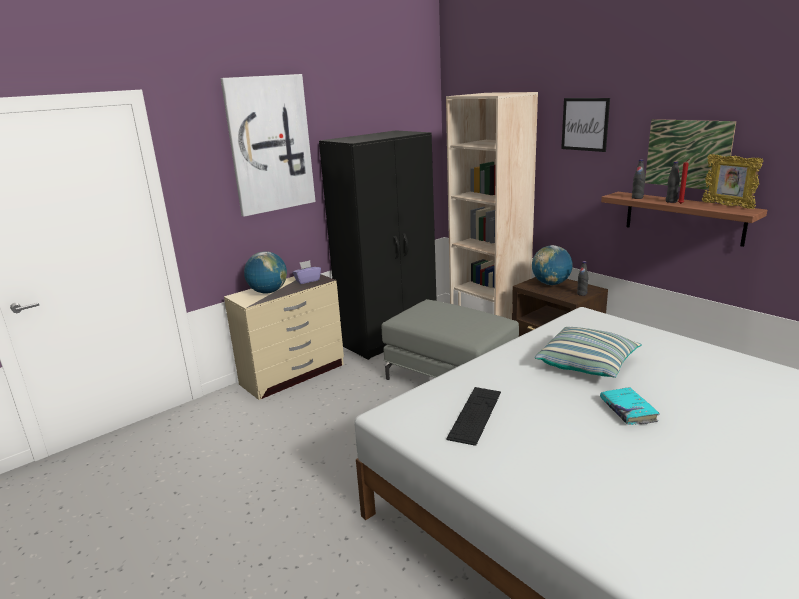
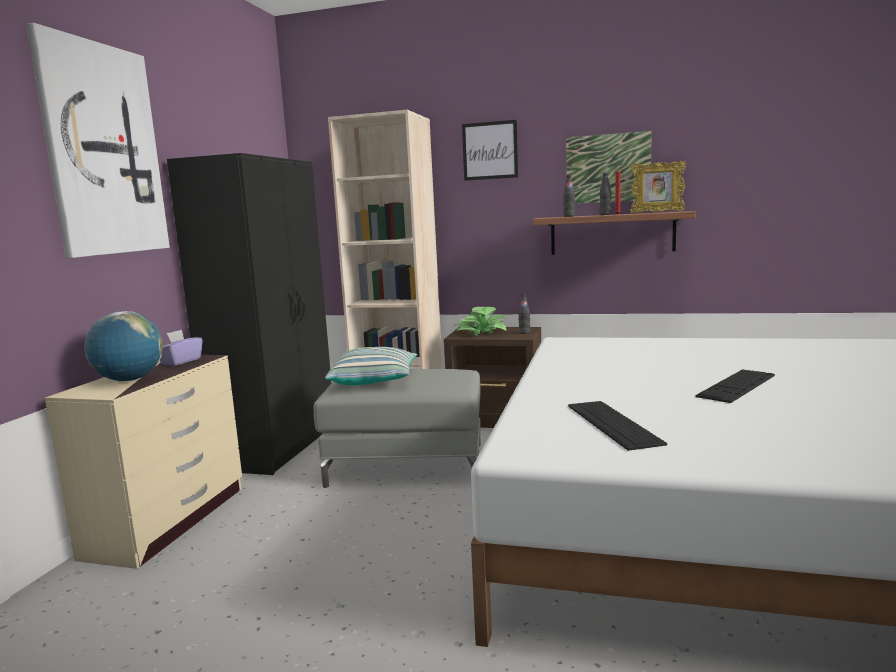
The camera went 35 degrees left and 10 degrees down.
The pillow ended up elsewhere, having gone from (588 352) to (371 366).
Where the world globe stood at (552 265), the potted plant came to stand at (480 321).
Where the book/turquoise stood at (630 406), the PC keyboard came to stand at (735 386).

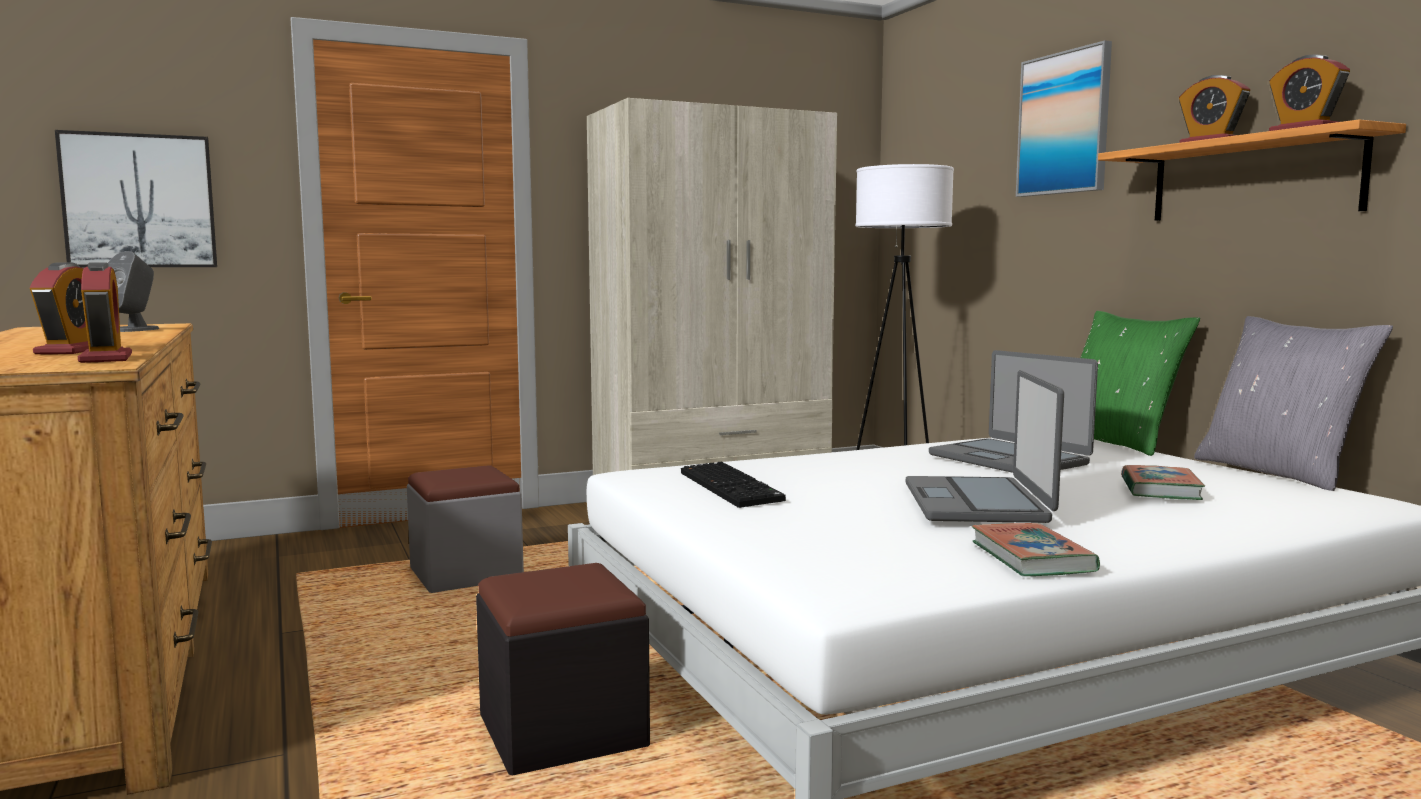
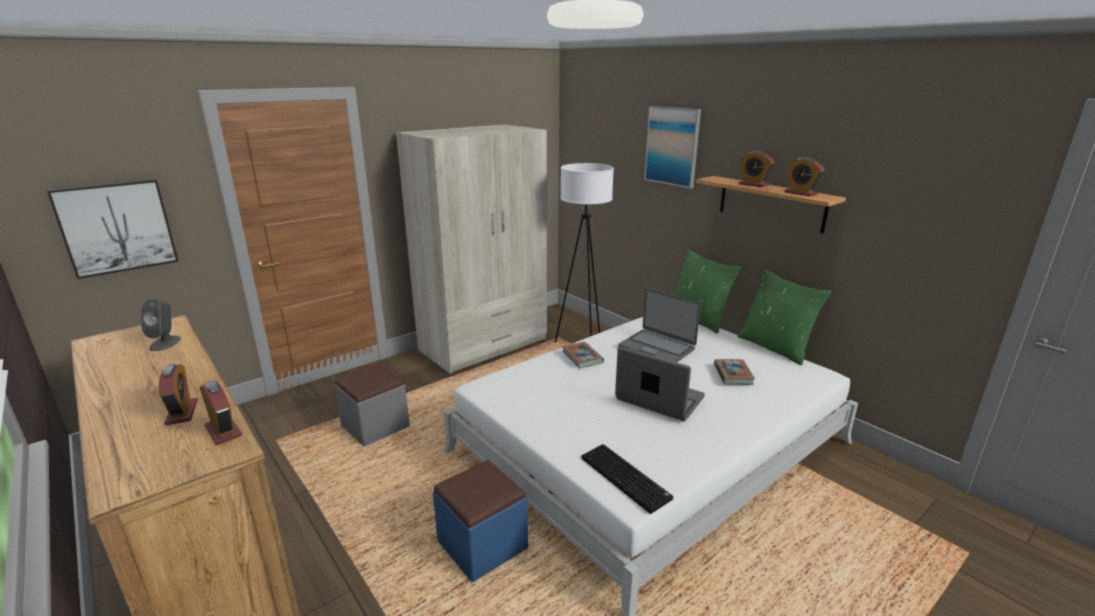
The camera went 15 degrees left and 15 degrees up.
What was the pouffe/black at (563 669) turned into the pouffe/bluish at (480 521).
The book ended up elsewhere, having gone from (1036 549) to (583 355).
The PC keyboard ended up elsewhere, having gone from (733 484) to (627 479).
The laptop at (985 446) ended up facing another way, 135 degrees clockwise from before.
What was the pillow/grey at (1293 403) turned into the pillow/greenish at (784 317).

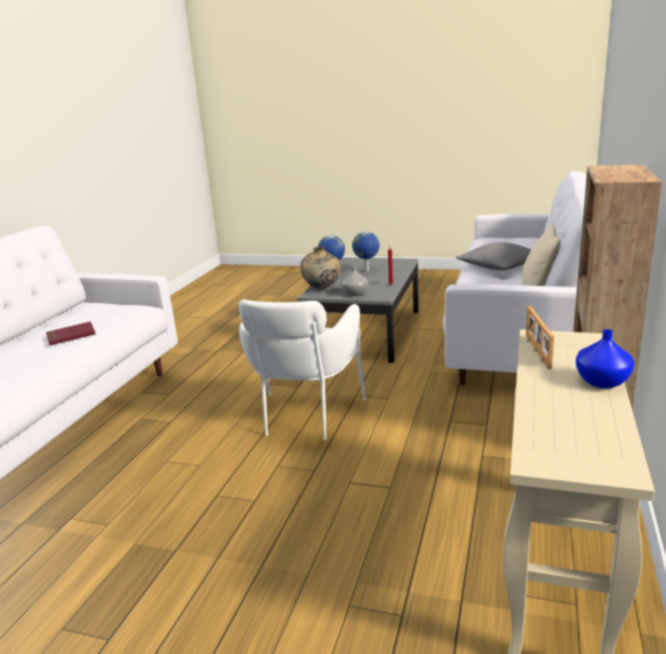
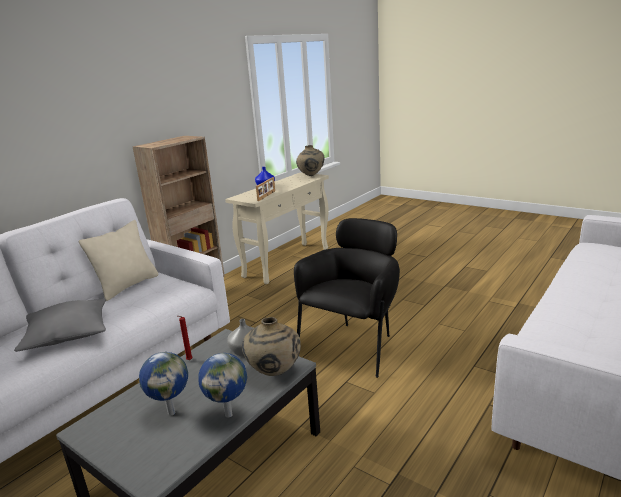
The camera went 160 degrees left and 0 degrees up.
What was the lounge chair/white-coloured at (302 370) turned into the lounge chair/black at (347 298).
The second view gained the vase/beige-coloured at (310 160).
The second view lost the book/red at (71 333).

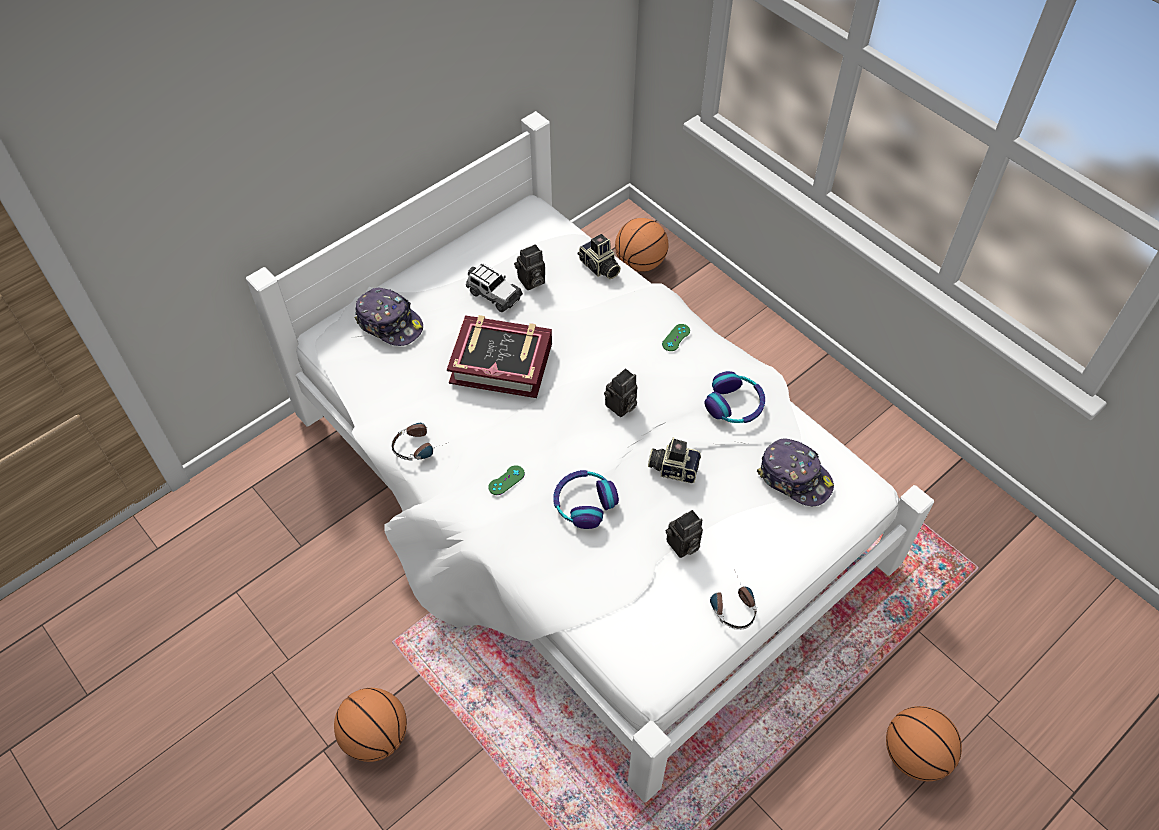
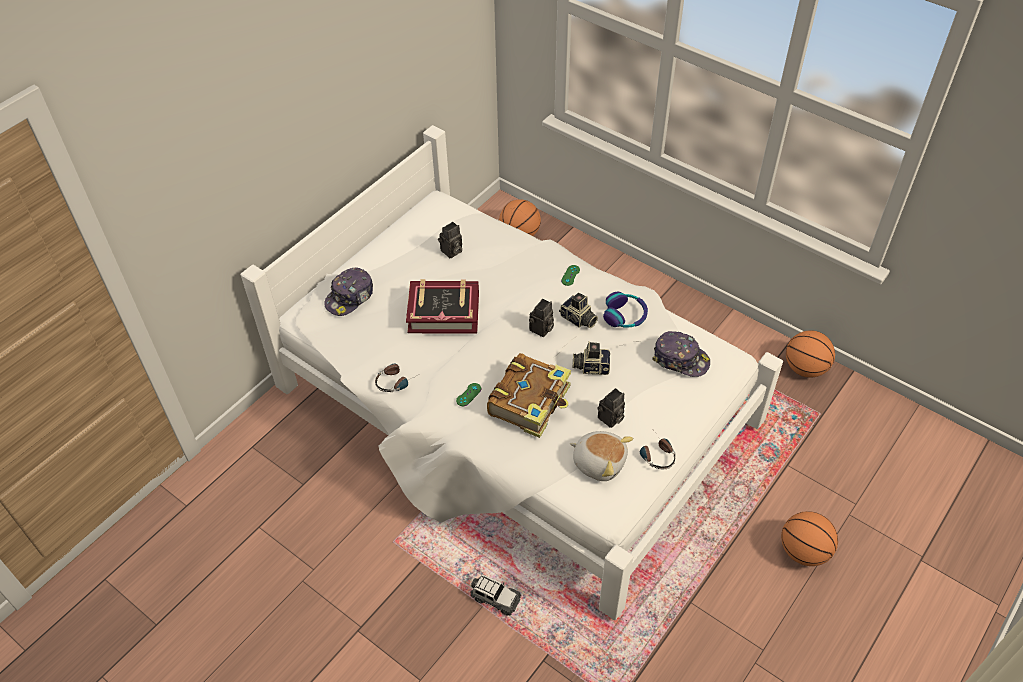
The camera went 10 degrees left and 5 degrees down.
The baseball cap at (389 317) ended up facing another way, 105 degrees clockwise from before.
The toy car ended up elsewhere, having gone from (494 287) to (495 595).
Where the headset stood at (586 499), the book came to stand at (529 395).
The photo camera ended up elsewhere, having gone from (599 256) to (578 310).
The second view gained the plush toy at (601 456).
The basketball ended up elsewhere, having gone from (370 725) to (810 354).

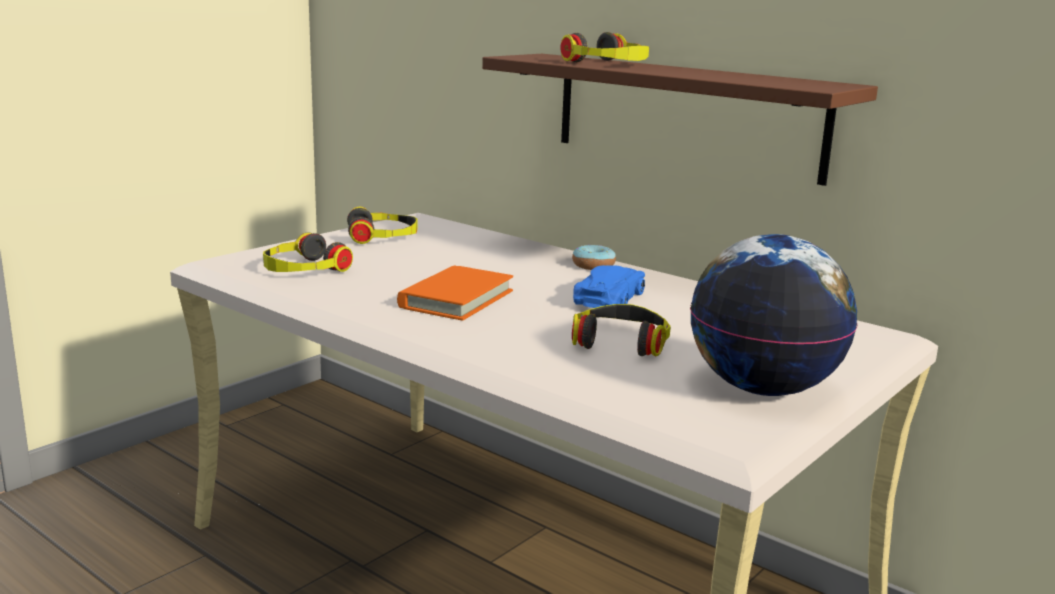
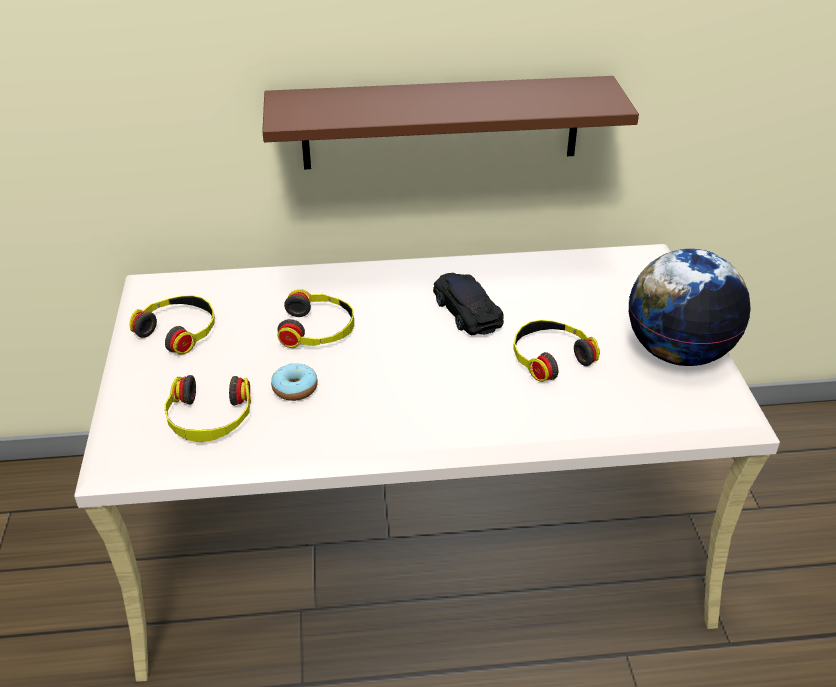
The camera went 45 degrees left and 20 degrees up.
The doughnut ended up elsewhere, having gone from (594 257) to (294 382).
The headset ended up elsewhere, having gone from (604 47) to (315 318).
What was the toy car/bluish at (609 286) turned into the toy car/black at (468 304).
The second view lost the book/orange-coloured at (455 293).

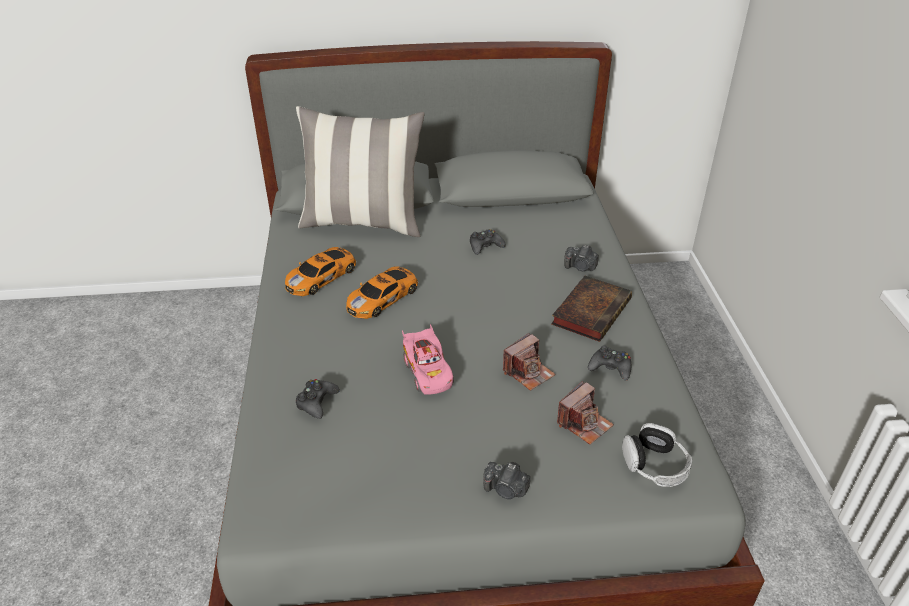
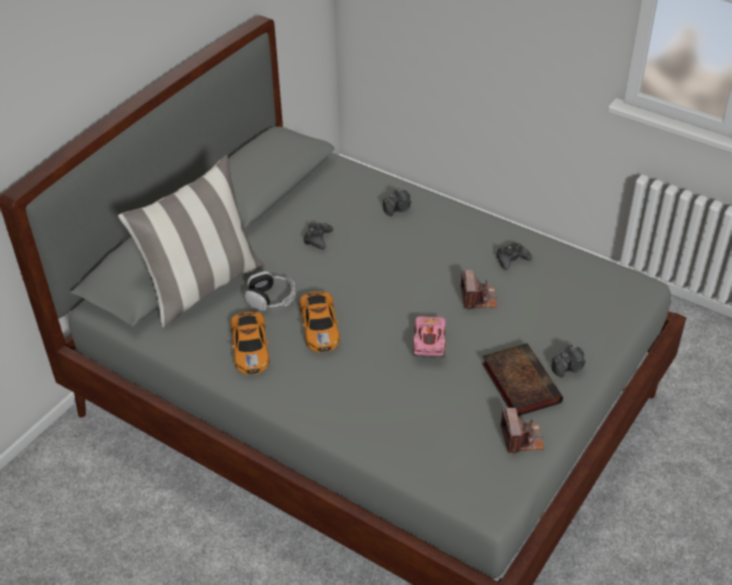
The camera went 50 degrees left and 5 degrees up.
The headset ended up elsewhere, having gone from (657 455) to (270 291).
The toy car/pink at (428 359) ended up facing another way, 105 degrees counterclockwise from before.
The book ended up elsewhere, having gone from (591 309) to (522 379).
The photo camera ended up elsewhere, having gone from (585 413) to (522 431).
The second view lost the joypad/black at (318 399).

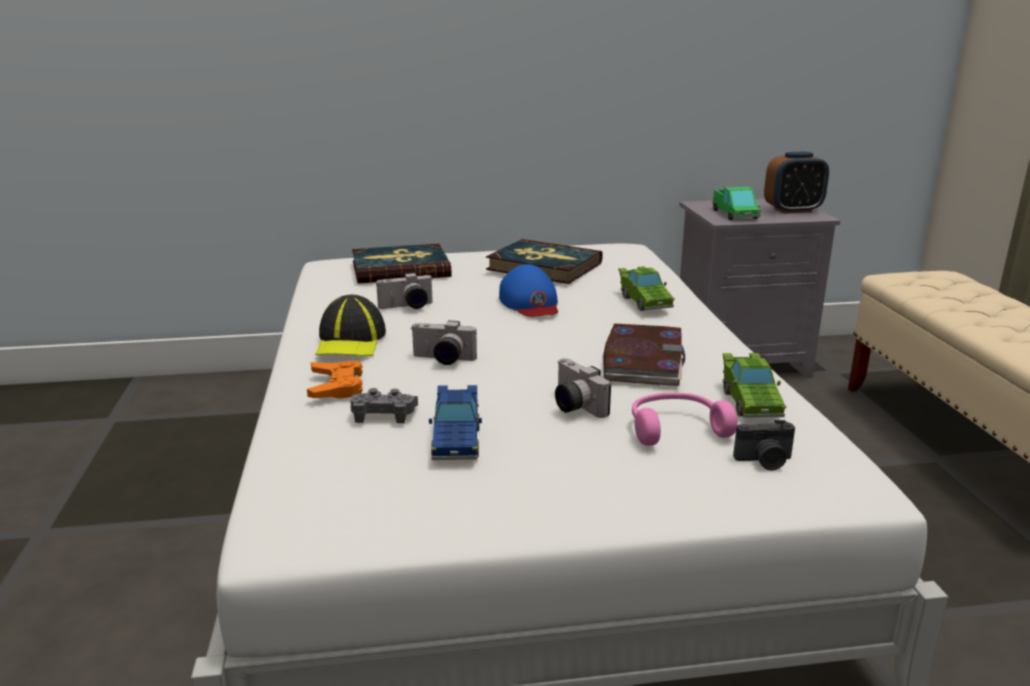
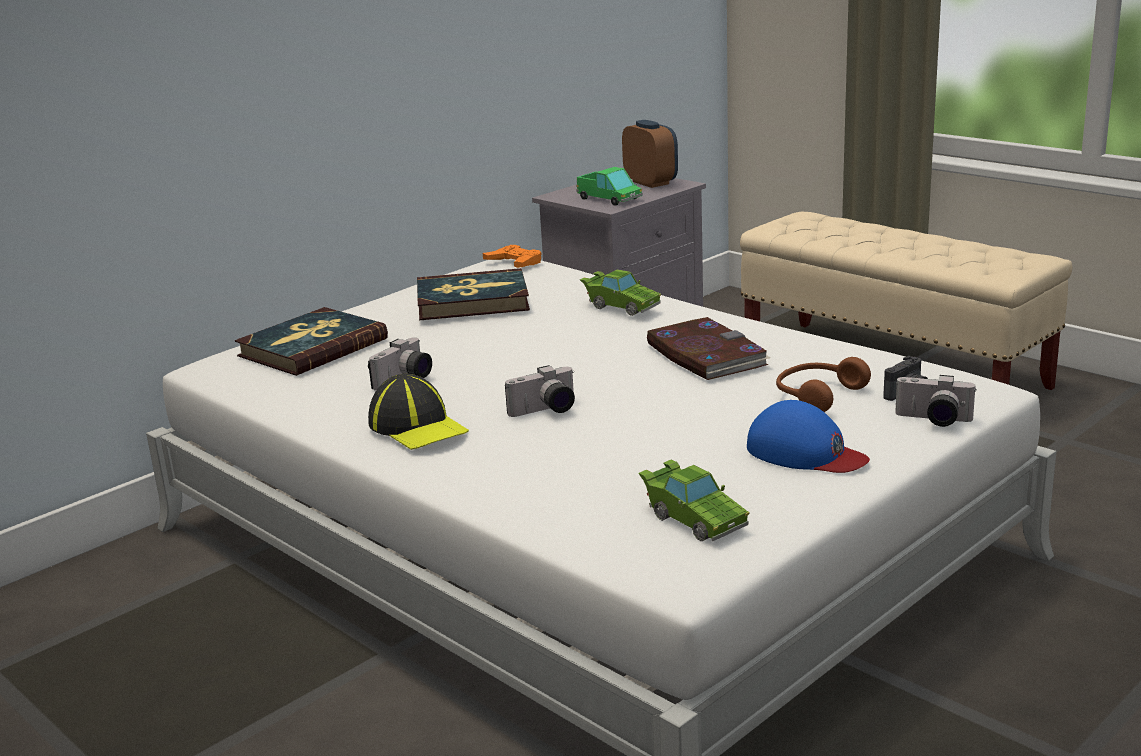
The camera went 35 degrees left and 0 degrees up.
The joypad/orange-coloured ended up elsewhere, having gone from (335 379) to (512 256).
The bedside clock at (796 183) ended up facing another way, 75 degrees counterclockwise from before.
The toy car/greenish ended up elsewhere, having gone from (754 385) to (694 500).
The baseball cap/bluish ended up elsewhere, having gone from (528 290) to (808 436).
What was the headset/pink at (685 419) turned into the headset/brown-coloured at (823 384).
The photo camera ended up elsewhere, having gone from (583 388) to (936 401).
The second view lost the joypad/grey at (384 406).
The second view lost the toy car/bluish at (455 422).

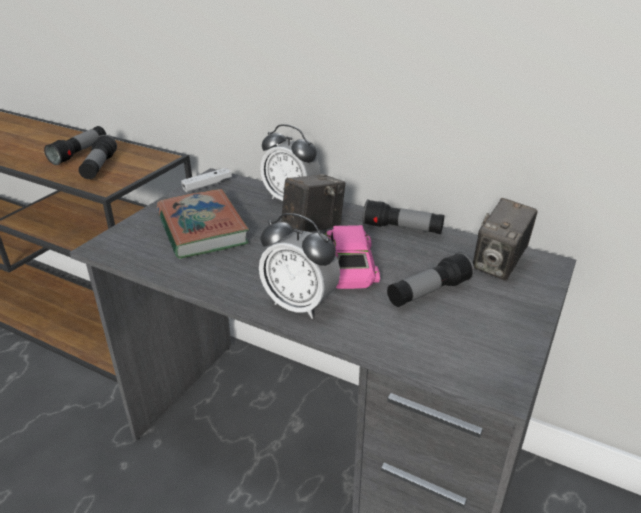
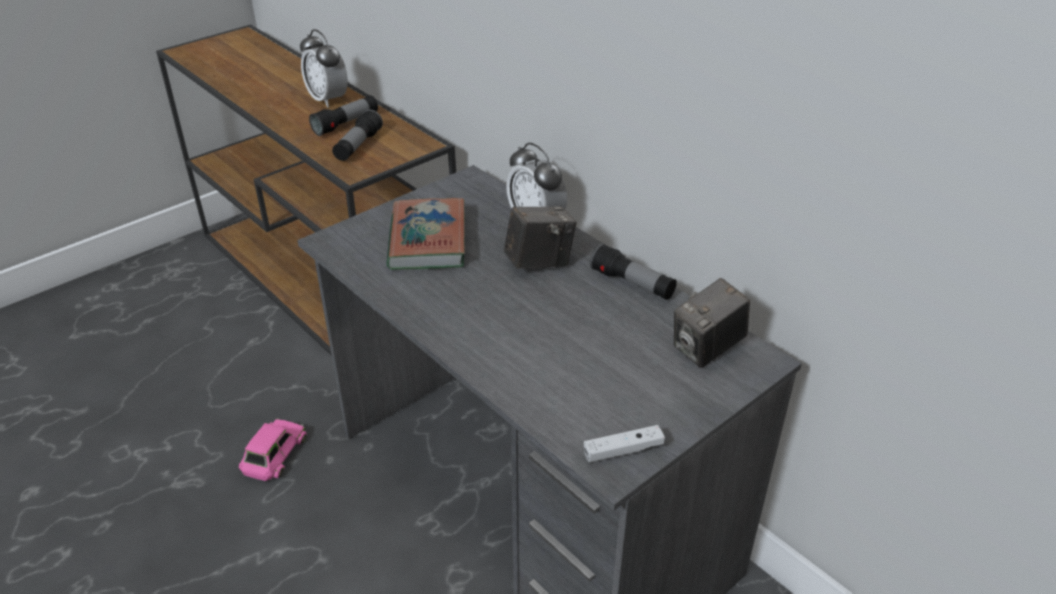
The camera went 20 degrees right and 5 degrees up.
The toy car/pink ended up elsewhere, having gone from (352 257) to (273 449).
The bedside clock ended up elsewhere, having gone from (299 266) to (324 68).
The joypad/white-coloured ended up elsewhere, having gone from (206 180) to (624 444).
The second view lost the flashlight at (431 279).

